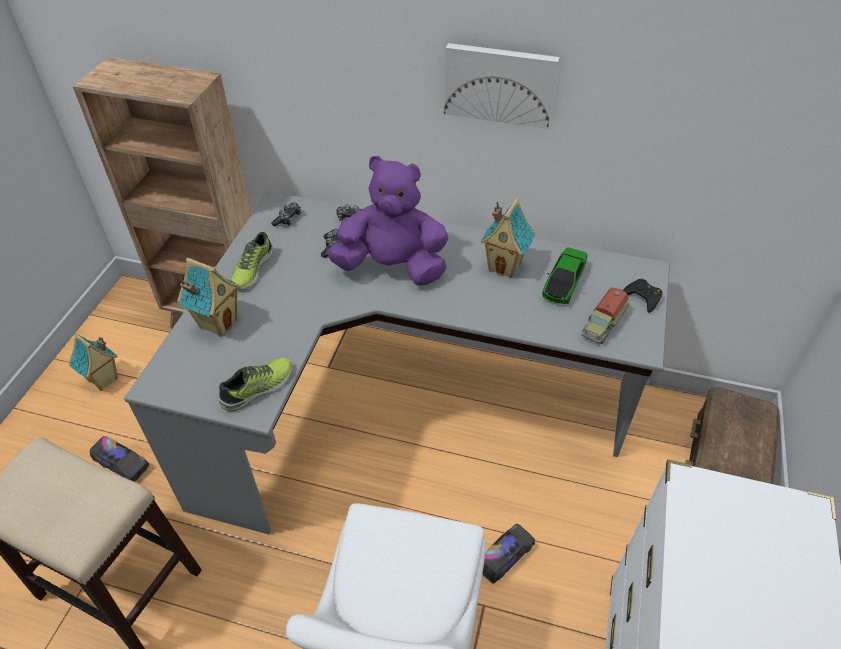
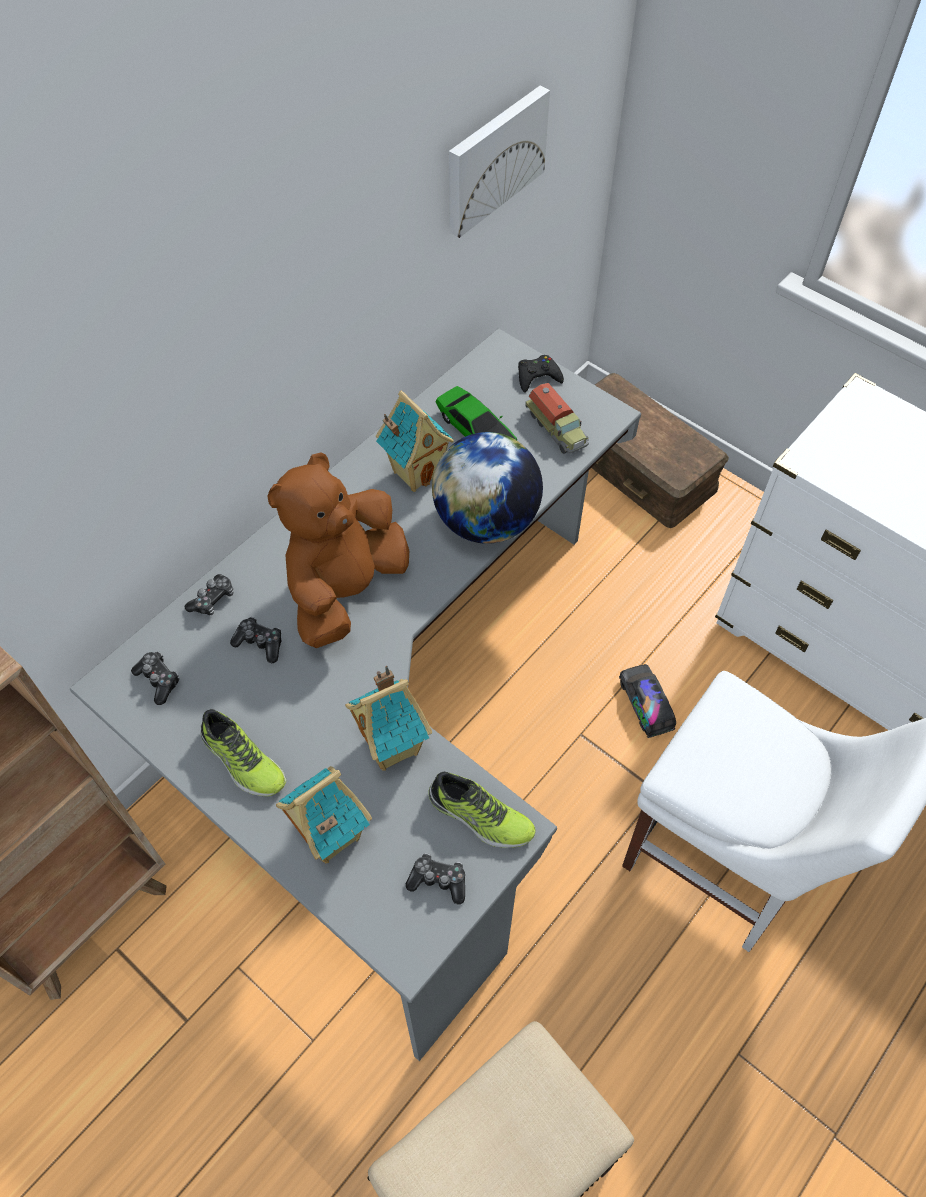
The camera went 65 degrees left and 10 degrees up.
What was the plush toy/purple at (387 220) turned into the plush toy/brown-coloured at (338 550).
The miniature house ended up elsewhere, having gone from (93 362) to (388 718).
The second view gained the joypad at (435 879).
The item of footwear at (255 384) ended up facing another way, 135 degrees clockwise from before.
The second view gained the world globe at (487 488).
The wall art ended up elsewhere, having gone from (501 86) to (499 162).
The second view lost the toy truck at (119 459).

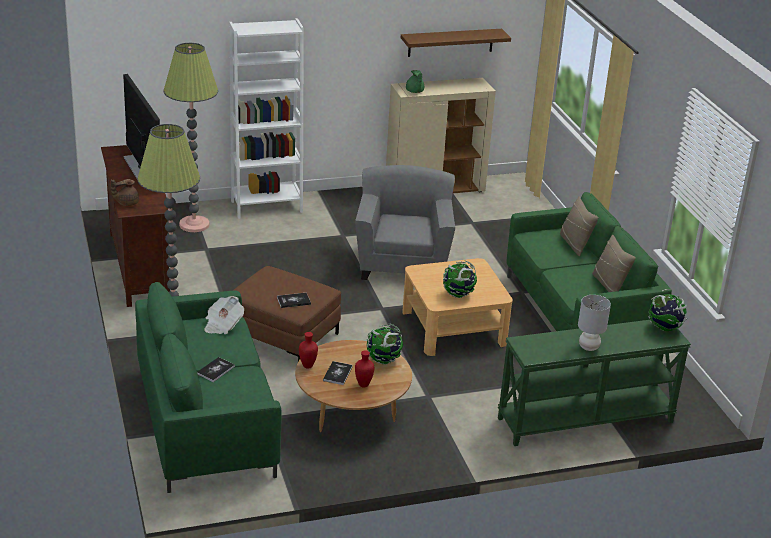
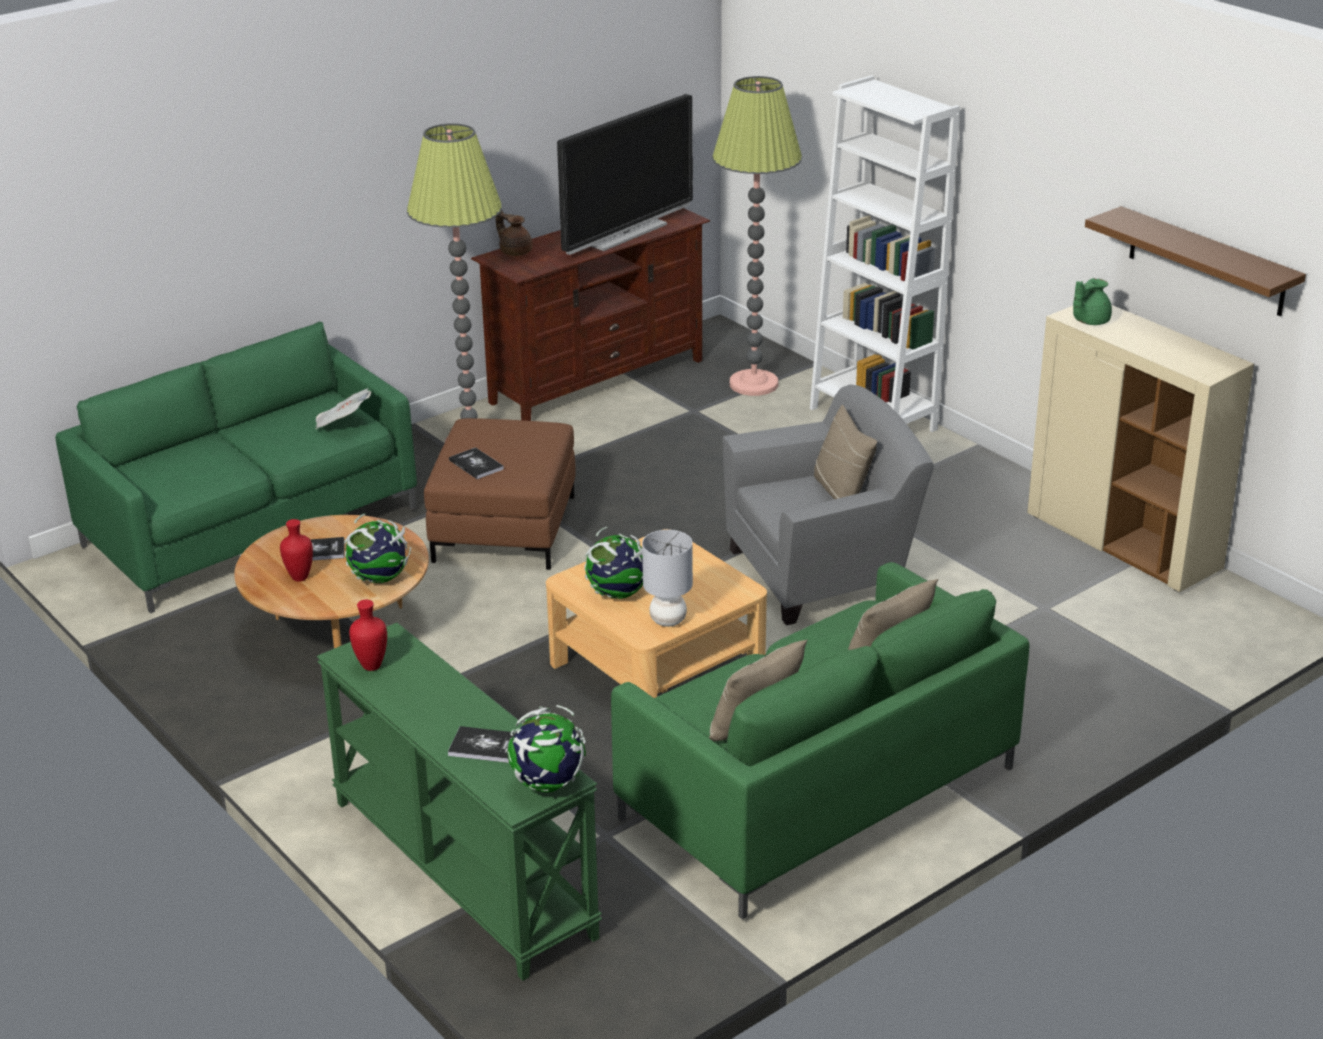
The camera went 70 degrees right and 0 degrees up.
The vase/red ended up elsewhere, having gone from (308 350) to (368 635).
The book ended up elsewhere, having gone from (216 369) to (481 744).
The tabletop lamp/grey ended up elsewhere, having gone from (594 323) to (667 578).
The second view gained the pillow/beige-coloured at (845 452).

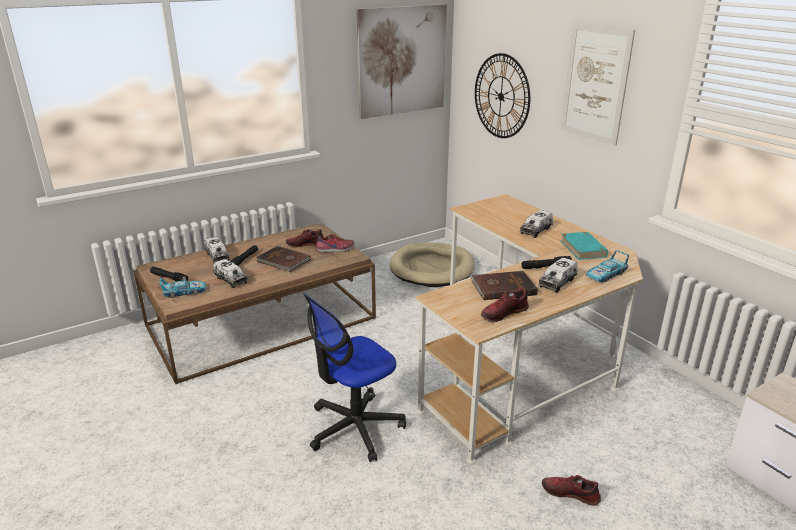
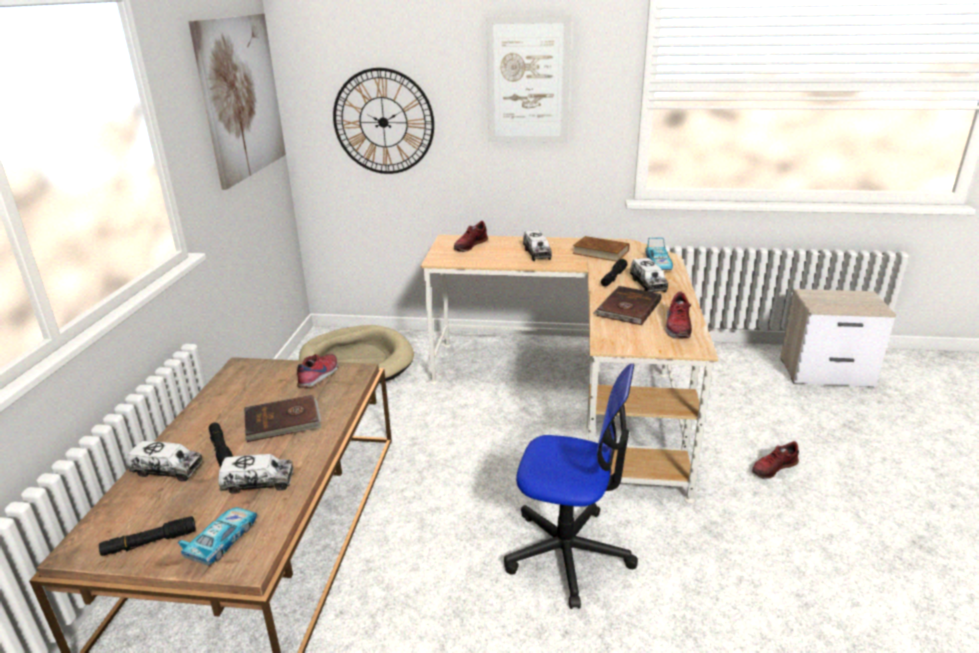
The camera went 50 degrees left and 0 degrees up.
The item of footwear ended up elsewhere, having gone from (305 238) to (471 236).
The office chair at (355 377) ended up facing another way, 75 degrees counterclockwise from before.
What was the book/turquoise at (584 246) turned into the book/brown-coloured at (601 249).

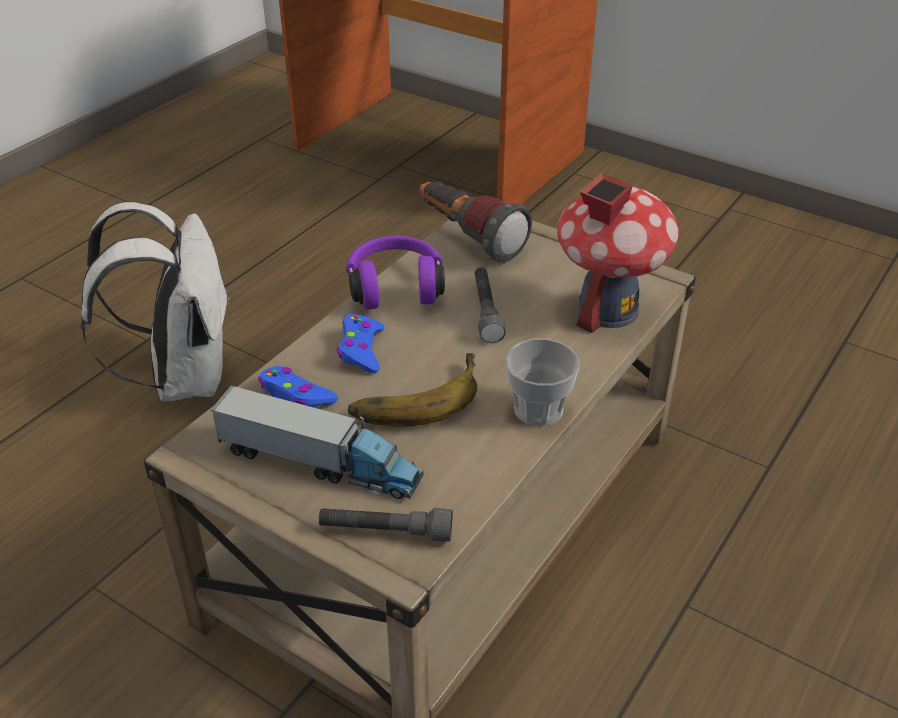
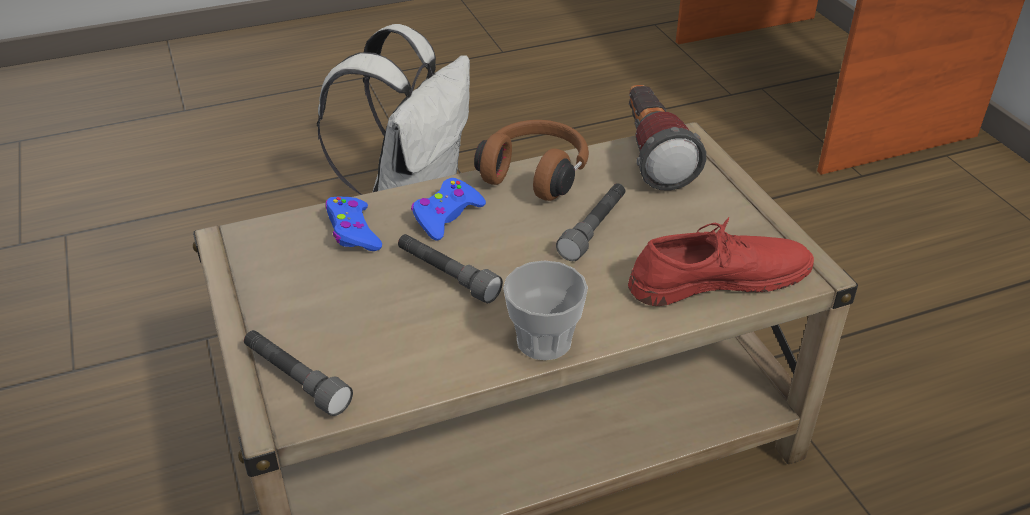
The camera went 35 degrees right and 0 degrees up.
Where the banana fruit stood at (412 390), the flashlight/grey came to stand at (450 268).
What was the headset/purple at (395 272) turned into the headset/brown-coloured at (531 160).
Where the miniature house stood at (618 253), the item of footwear/red came to stand at (721 261).
The second view lost the toy truck at (317 442).

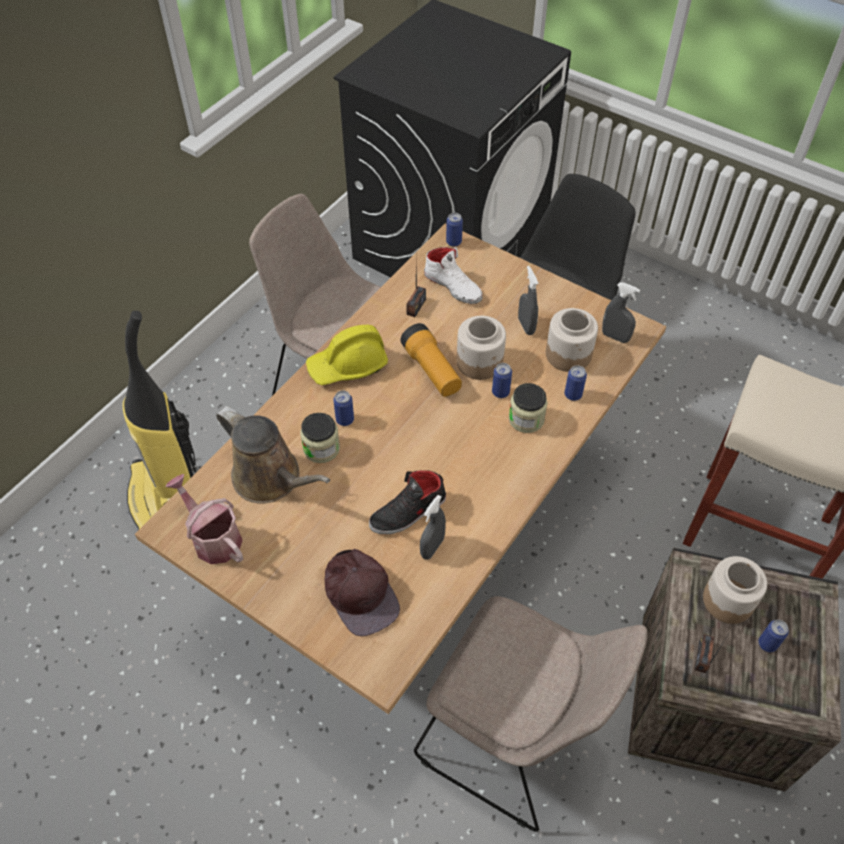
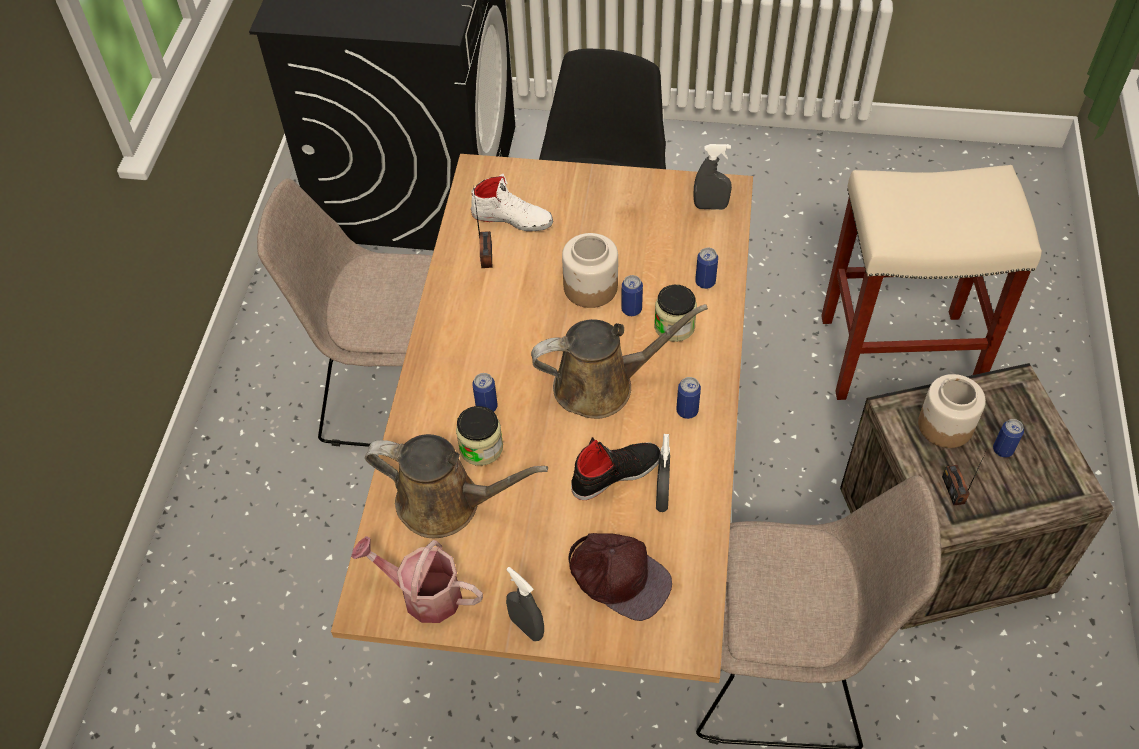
The camera went 25 degrees left and 0 degrees up.
The spray bottle/grey ended up elsewhere, having gone from (528 300) to (525 604).
The second view gained the watering can/brown-coloured at (619 361).
The item of footwear/black at (407 502) ended up facing another way, 150 degrees counterclockwise from before.
The sealed can ended up elsewhere, having gone from (454 230) to (688 398).
The second view lost the vacuum at (160 420).
The second view lost the work helmet/yellow-coloured at (347 355).
The second view lost the flashlight at (431 360).
The second view lost the jar at (572 340).

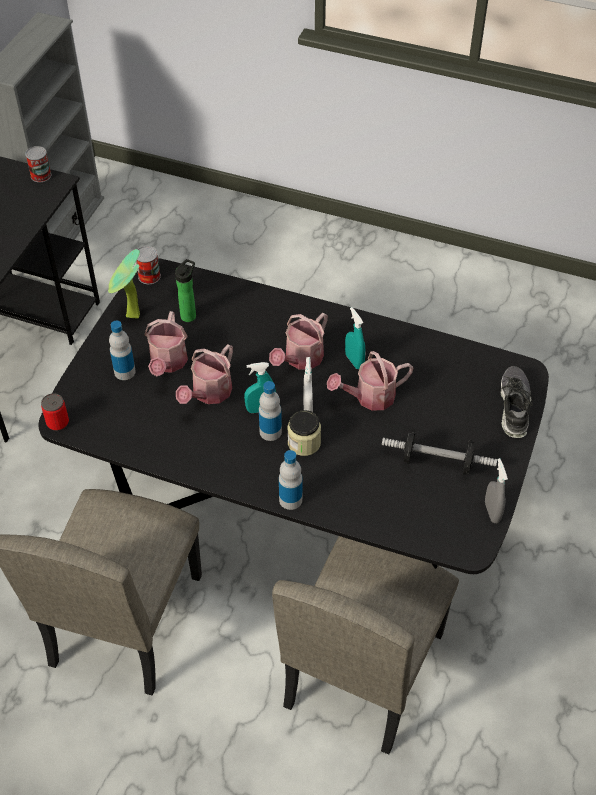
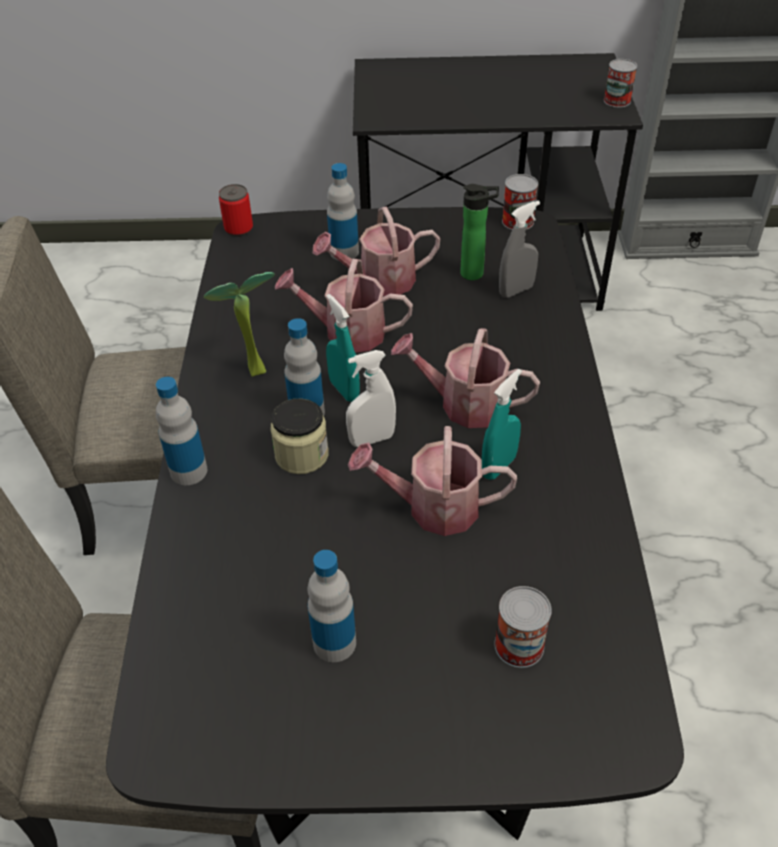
The camera went 70 degrees right and 5 degrees down.
The potted plant ended up elsewhere, having gone from (124 284) to (239 324).
Where the dumbbell stood at (439 452), the drink bottle came to stand at (332 606).
The watering can at (370 381) ended up facing another way, 45 degrees counterclockwise from before.
The second view gained the sealed can at (523 627).
The spray bottle/grey ended up elsewhere, having gone from (496 490) to (519 249).
The second view lost the item of footwear at (517 402).

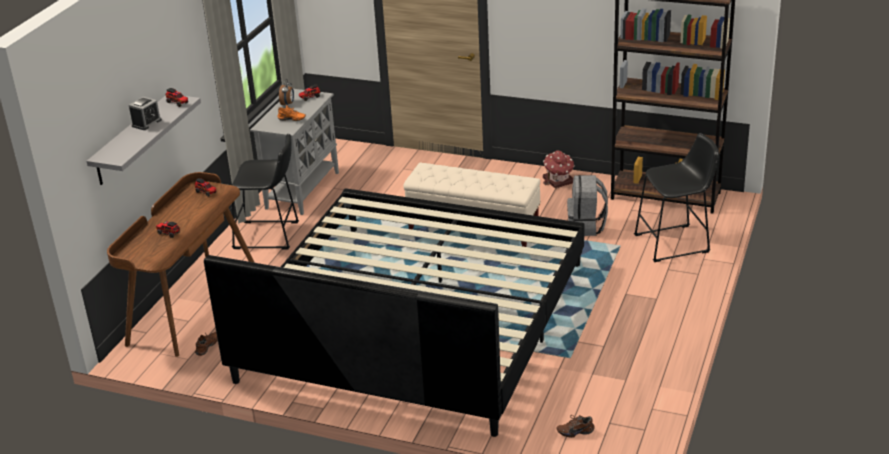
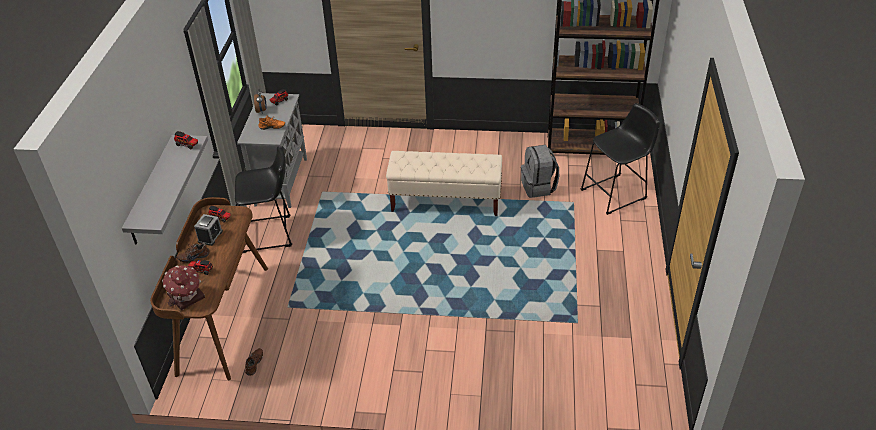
The camera went 15 degrees left and 10 degrees up.
The miniature house ended up elsewhere, having gone from (559 169) to (183 288).
The item of footwear/brown-coloured ended up elsewhere, having gone from (575 426) to (193 253).
The bedside clock ended up elsewhere, having gone from (145 113) to (208 230).
The second view lost the bed at (394 312).

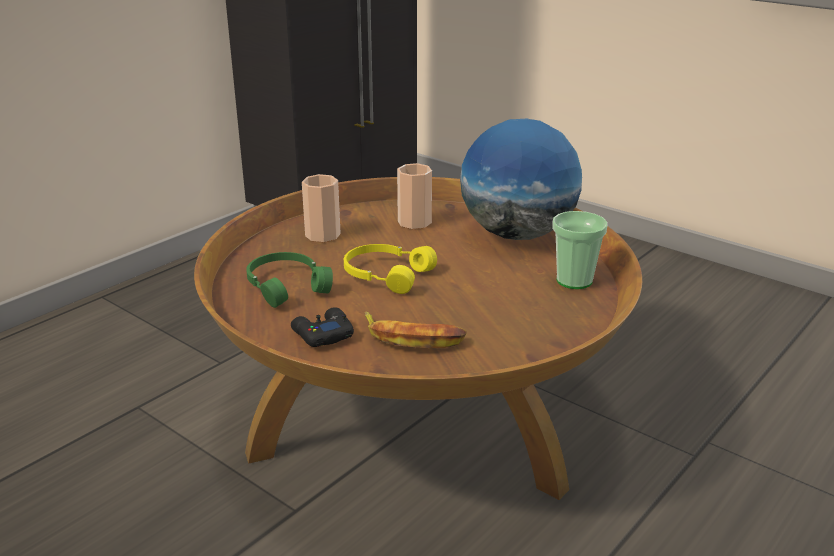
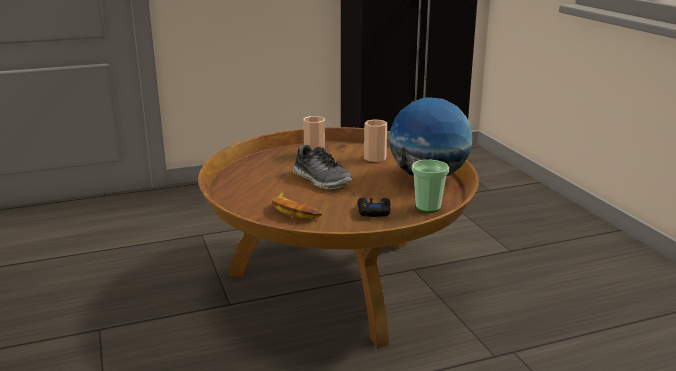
The camera went 30 degrees right and 5 degrees down.
Where the headset/yellow-coloured stood at (390 269), the item of footwear came to stand at (322 167).
The joypad/black ended up elsewhere, having gone from (322 327) to (374 207).
The second view lost the headset/greenish at (289 280).

